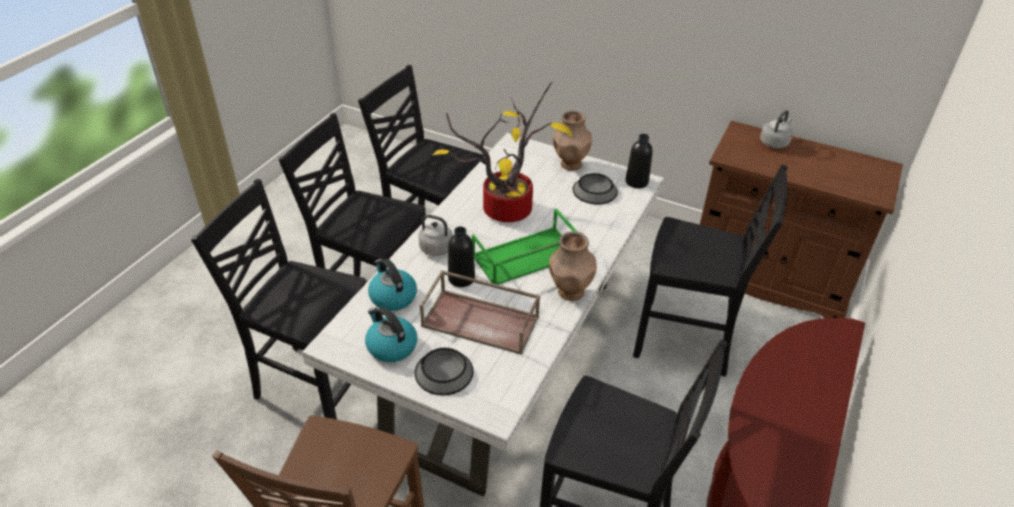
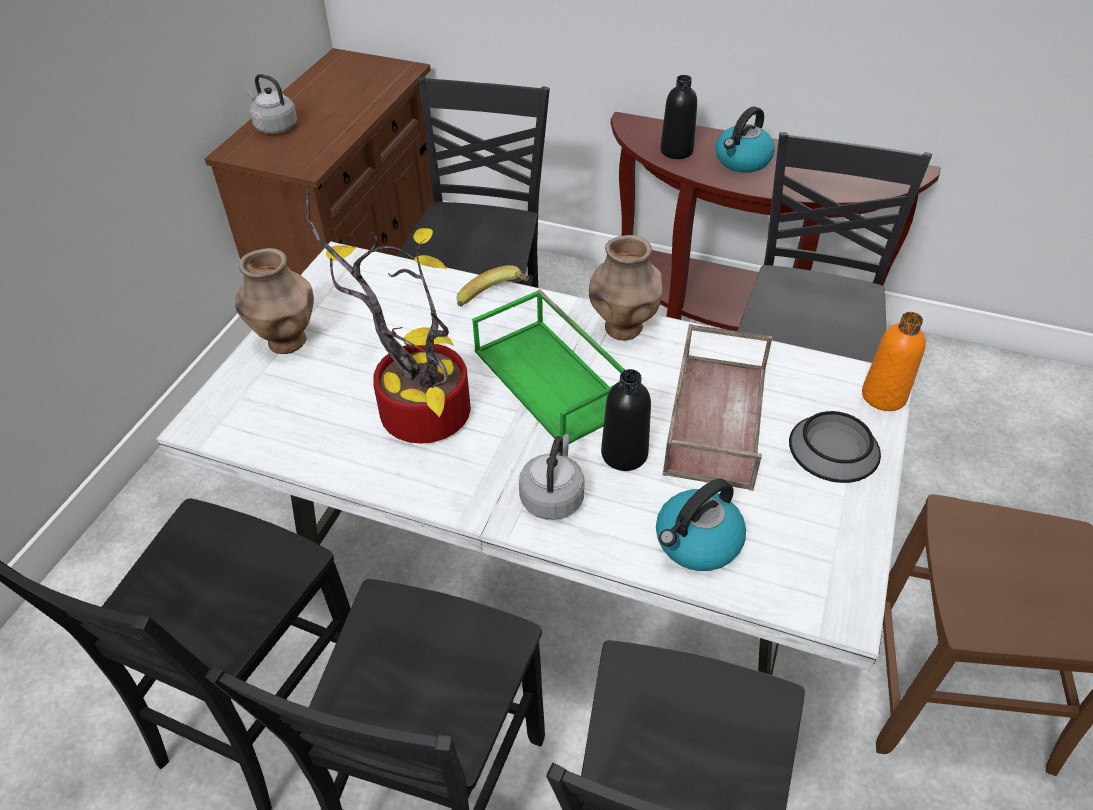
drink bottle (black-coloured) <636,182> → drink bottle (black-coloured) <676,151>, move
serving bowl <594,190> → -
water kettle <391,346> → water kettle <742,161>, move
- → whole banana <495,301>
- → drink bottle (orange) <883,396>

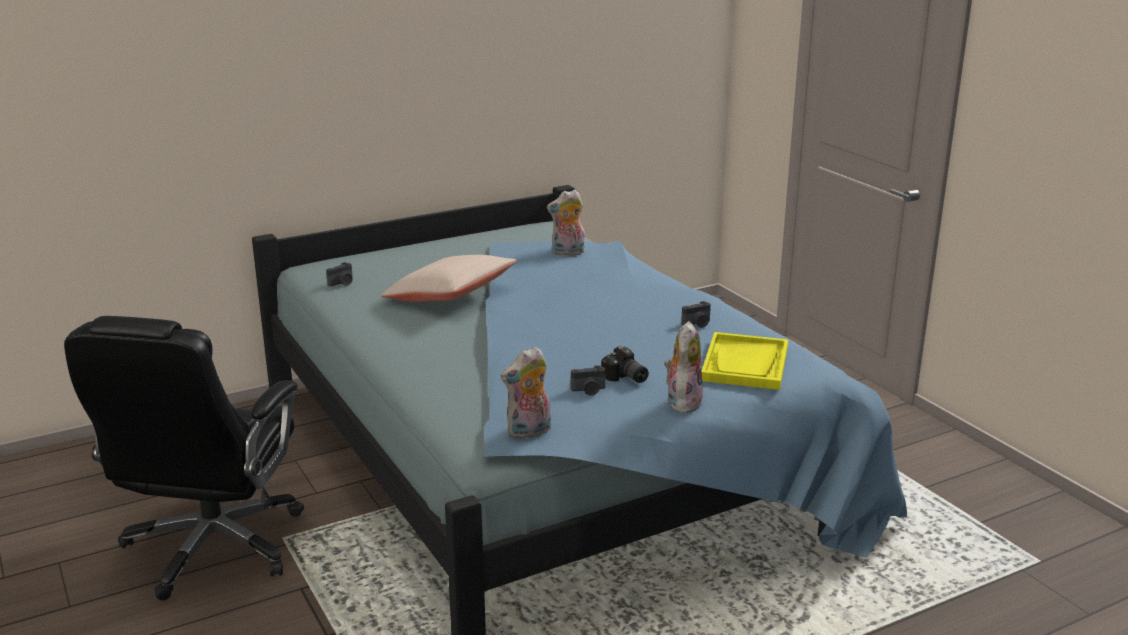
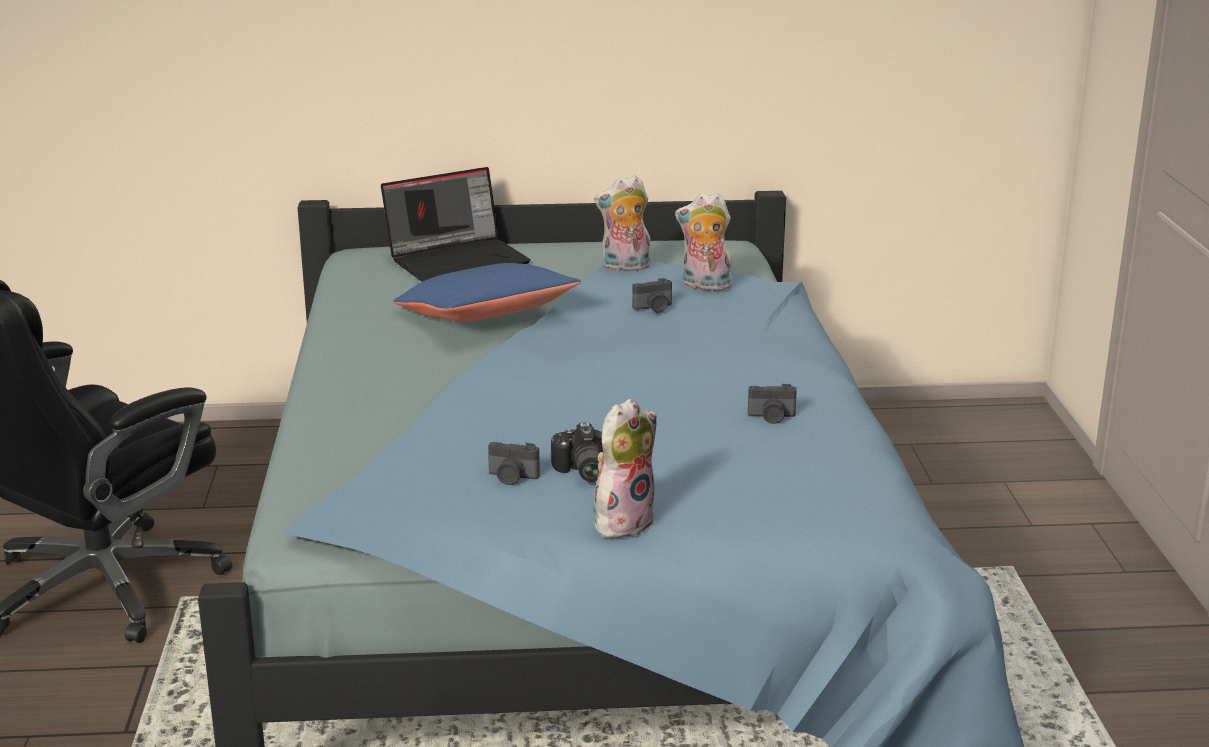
pillow (beige) <450,297> → pillow (bluish) <486,319>
photo camera <342,283> → photo camera <654,308>, move
carrying tray (yellowish) <745,364> → -
cuddly toy <529,432> → cuddly toy <625,267>, move
- → portable computer <458,259>

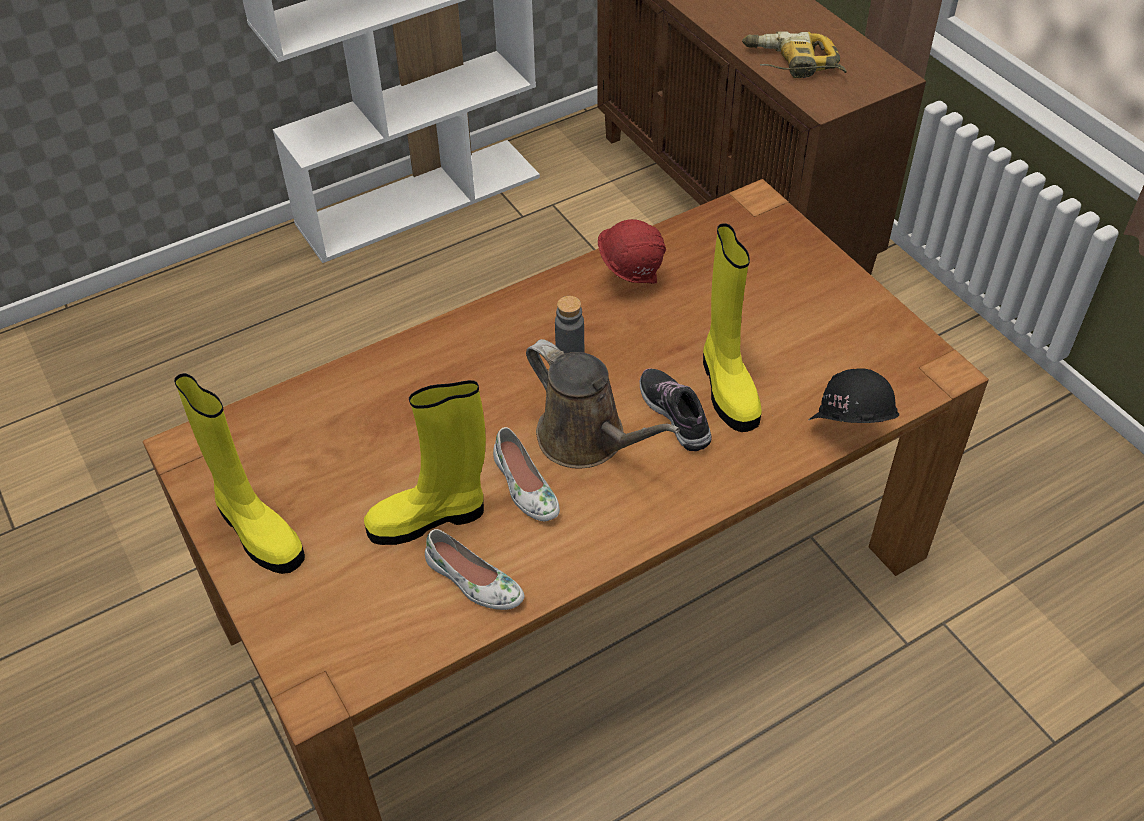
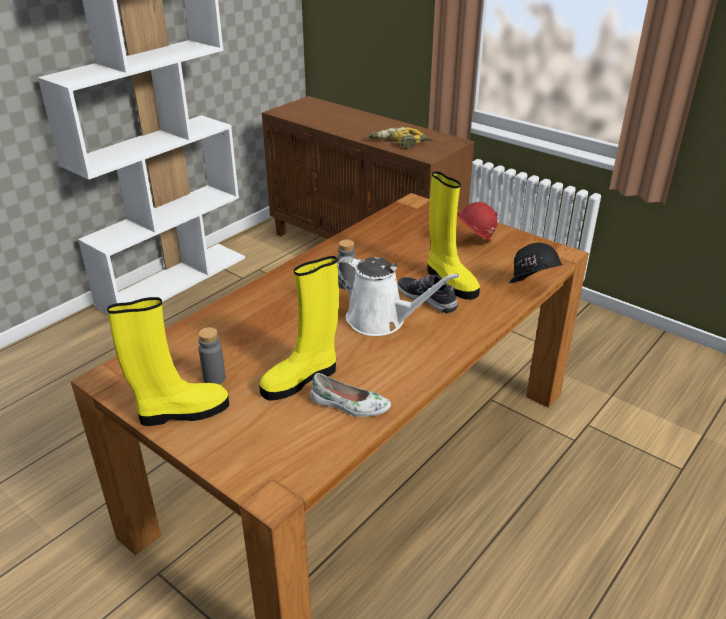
work helmet (reddish) <630,278> → work helmet (reddish) <474,243>, move
watering can (brownish) <587,439> → watering can (whitish) <381,320>
high-top boot (yellowish) <257,531> → high-top boot (yellowish) <181,412>, 45 degrees counterclockwise
item of footwear (whitish) <524,487> → -
- → drink bottle (grey) <214,378>

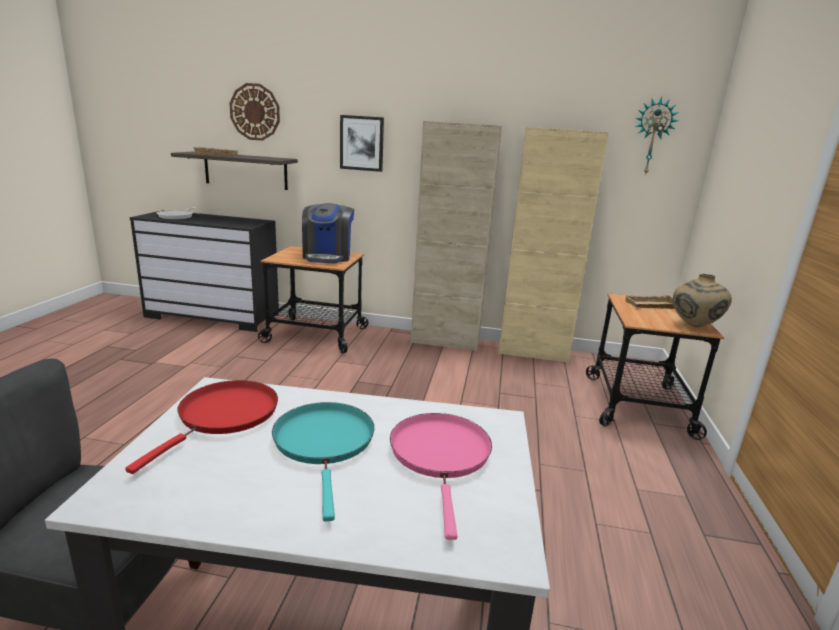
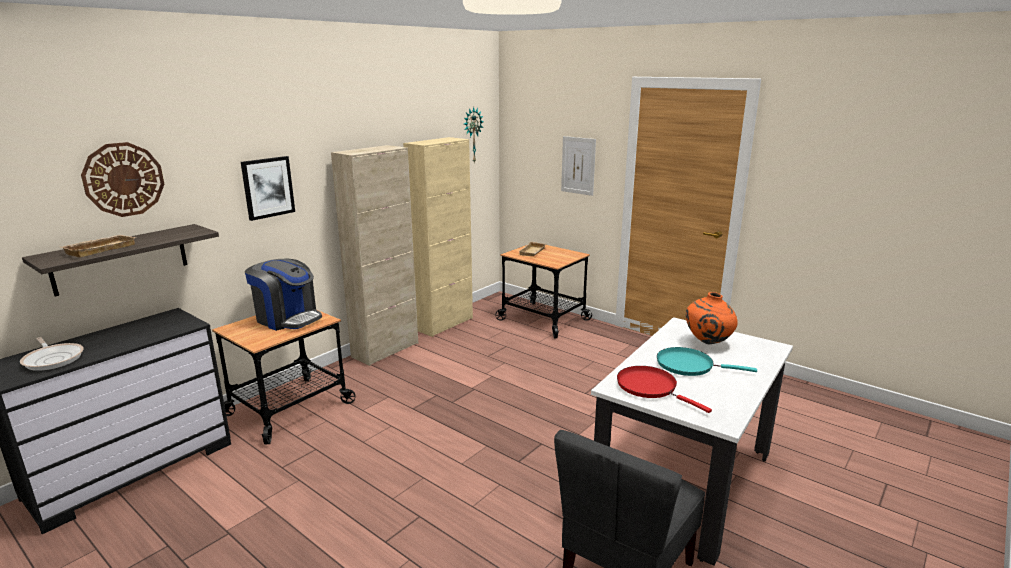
decorative vase (beige) <693,326> → -
frying pan (pinkish) <441,455> → decorative vase (orange) <708,343>
- → wall art <578,165>

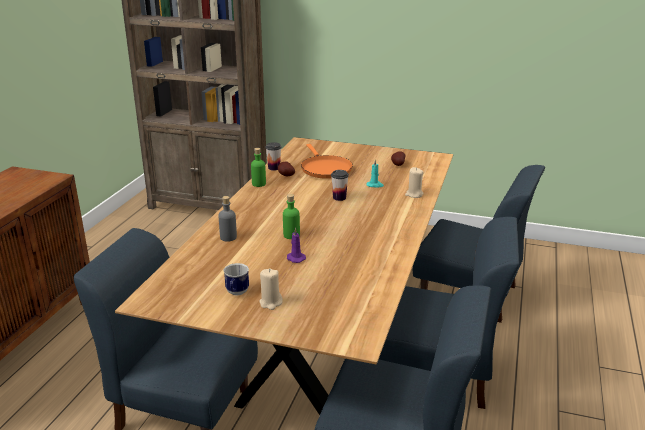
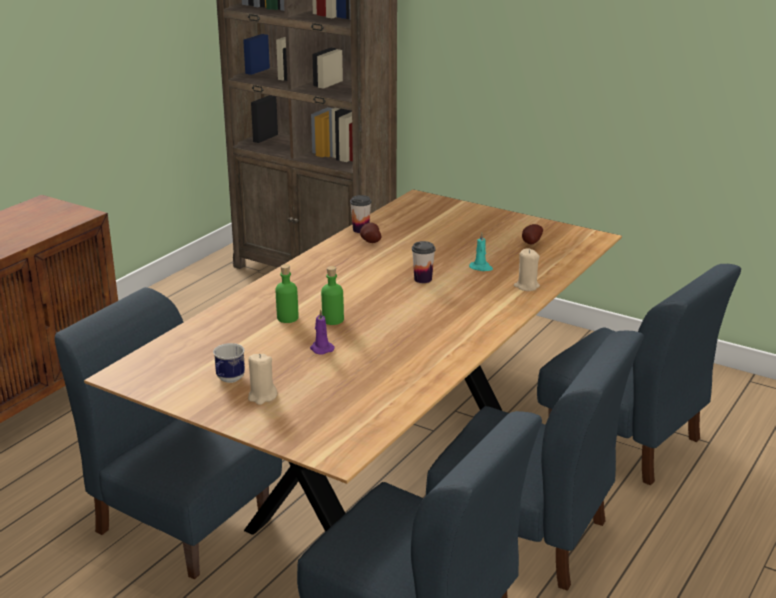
frying pan (orange) <325,169> → -
drink bottle (green-coloured) <259,184> → drink bottle (green-coloured) <287,318>, move
drink bottle (grey) <228,237> → -

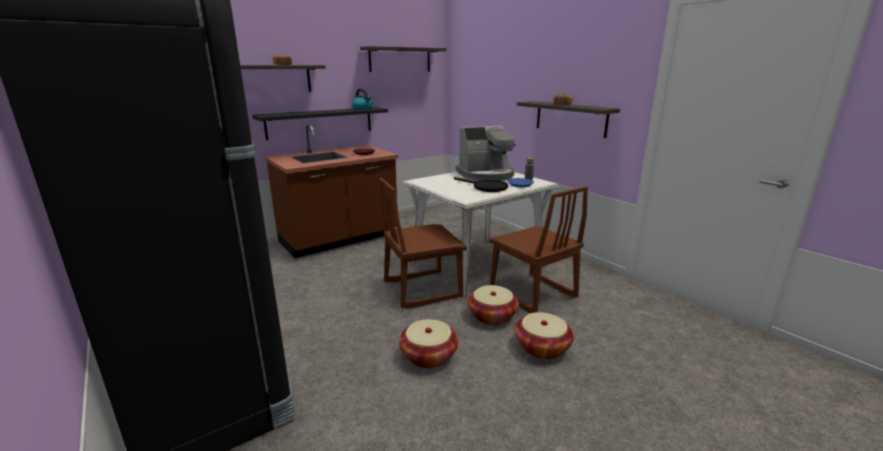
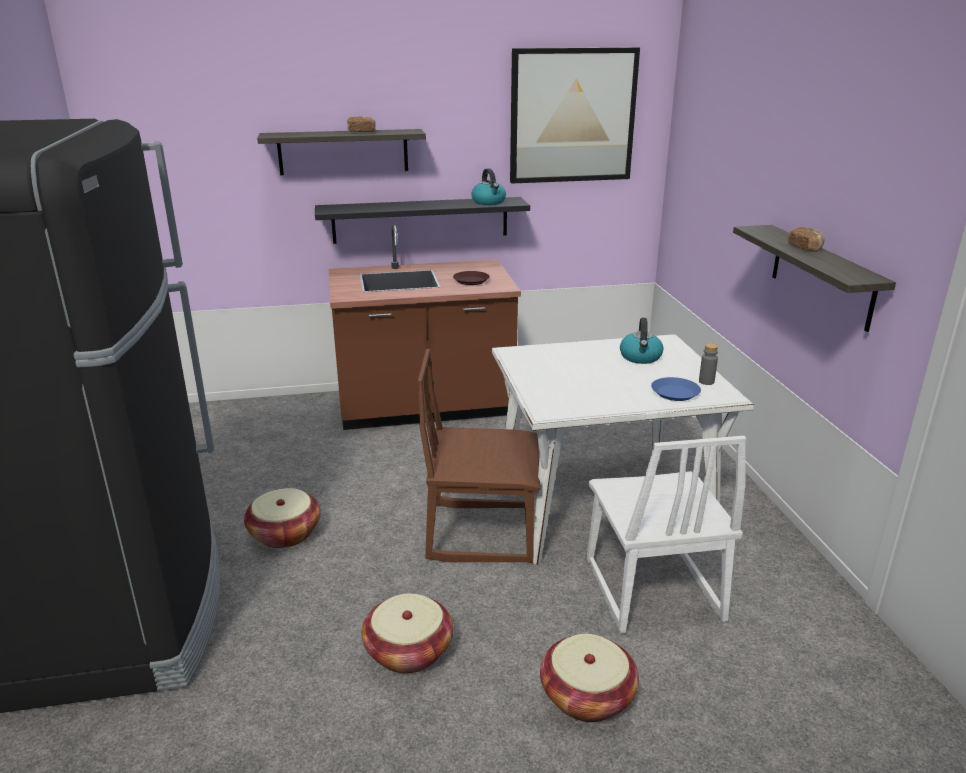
bracket shelf <400,59> → wall art <572,116>
coffee maker <486,175> → water kettle <640,357>
frying pan (black-coloured) <485,187> → -
chair (brownish) <532,294> → chair (whitish) <651,591>
storage basket <492,316> → storage basket <285,534>, move

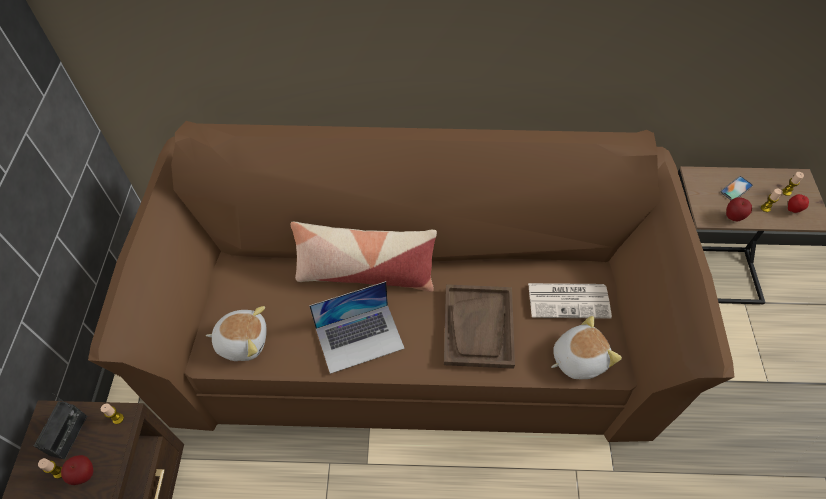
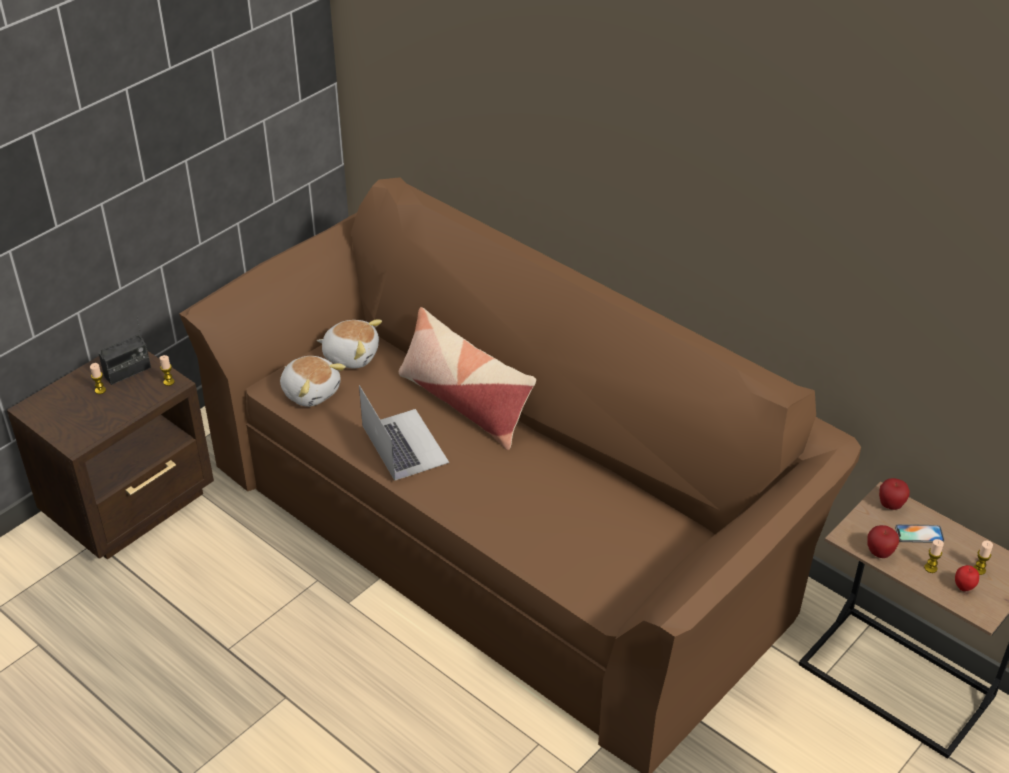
portable computer <360,338> → portable computer <404,444>, 135 degrees counterclockwise
daily paper <569,300> → -
carrying tray (brownish) <478,327> → -
cuddly toy <577,358> → cuddly toy <351,355>, move
apple <84,474> → apple <890,505>, move

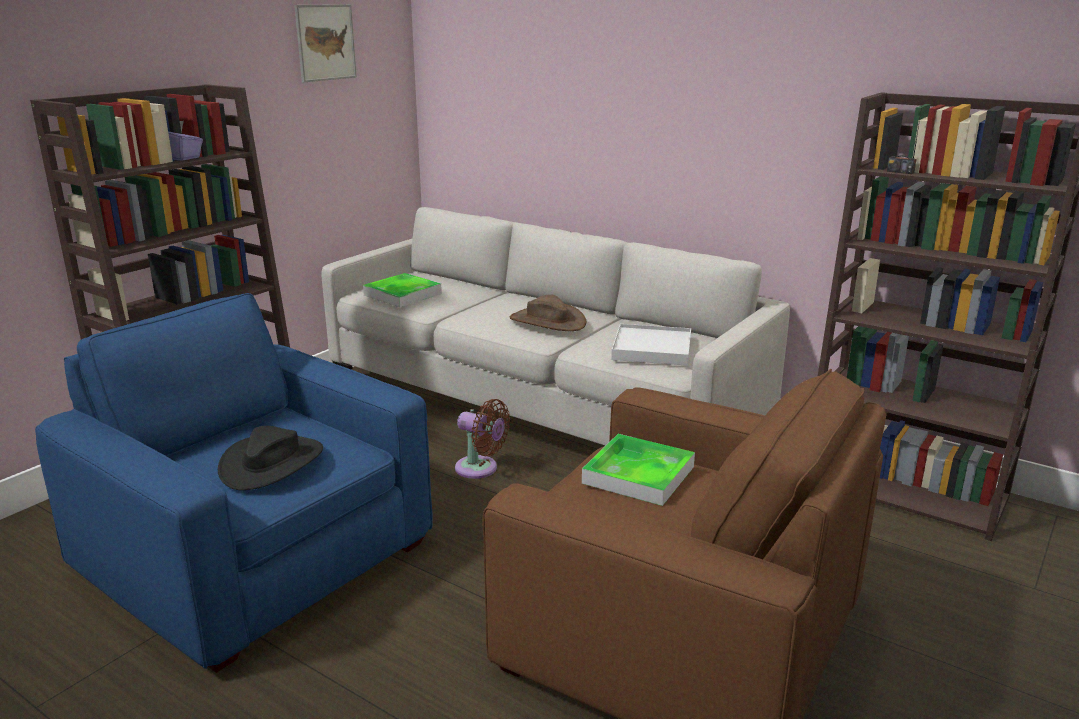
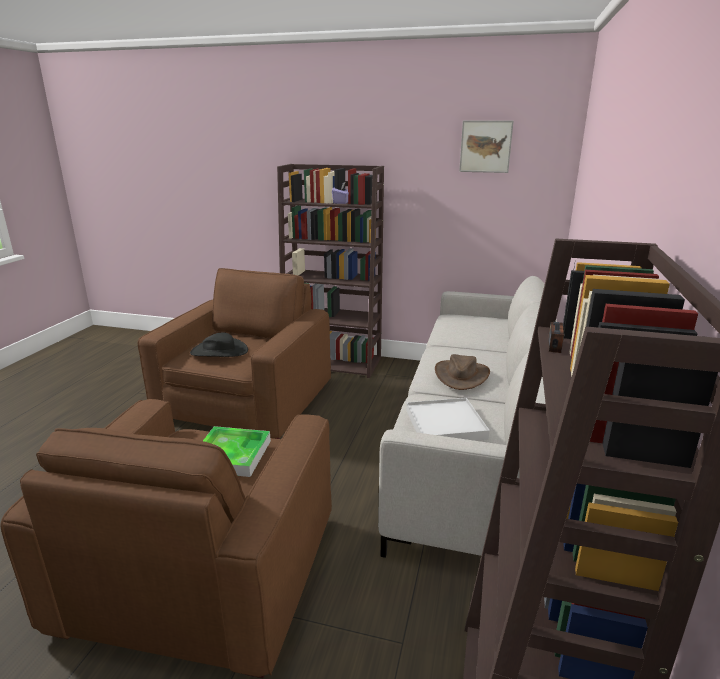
carrying tray <402,294> → -
lounge chair (bluish) <257,557> → lounge chair (brownish) <246,402>
cooling fan (brownish) <480,469> → -

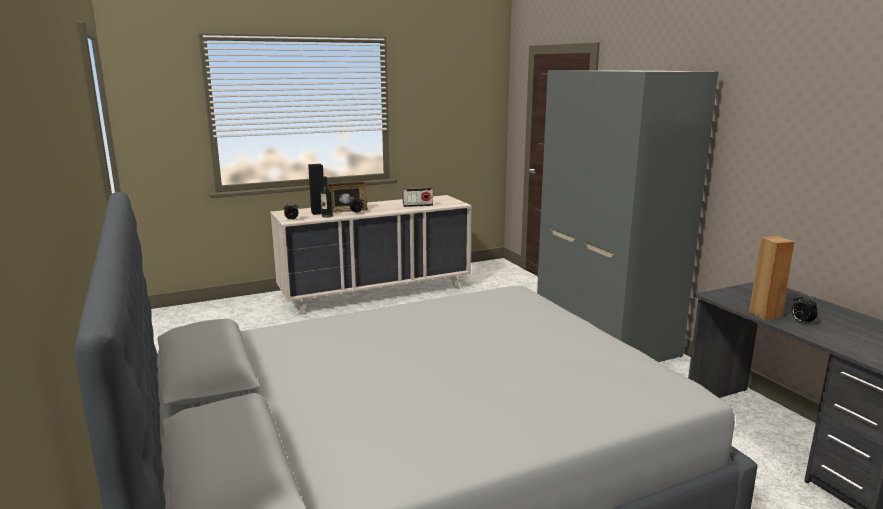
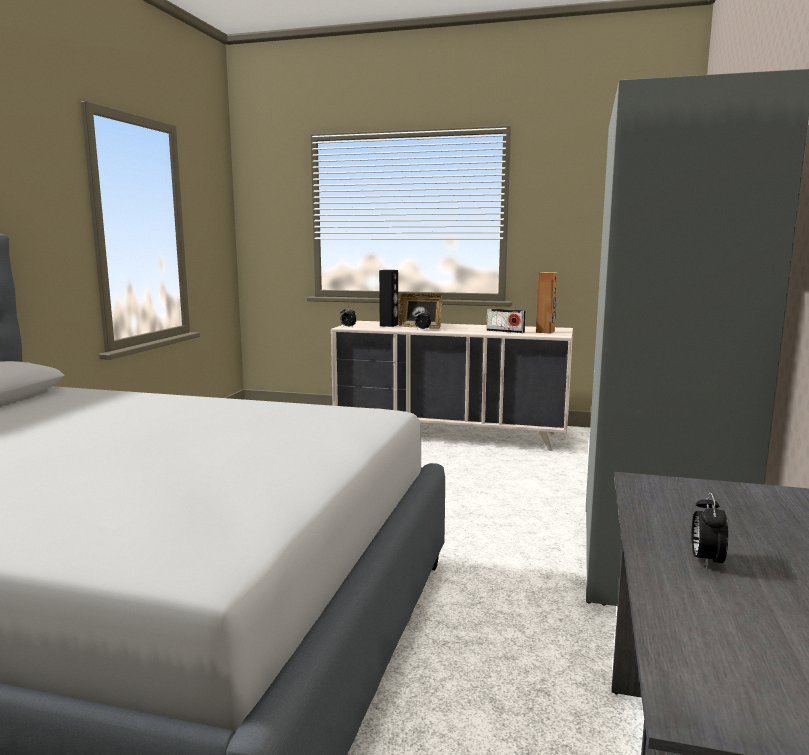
drink bottle <327,216> → -
loudspeaker (brownish) <765,314> → loudspeaker (brownish) <545,332>, move

